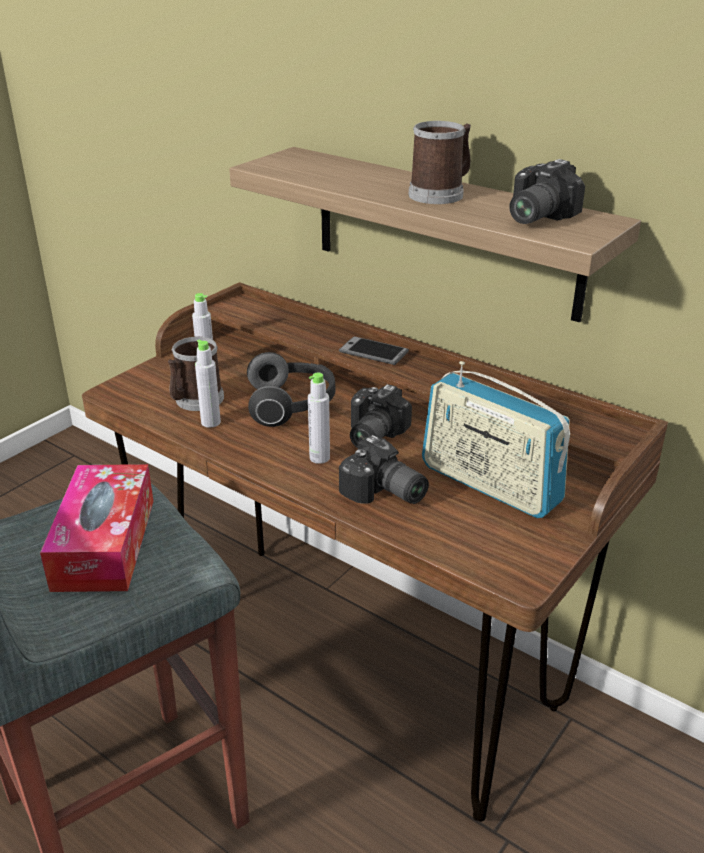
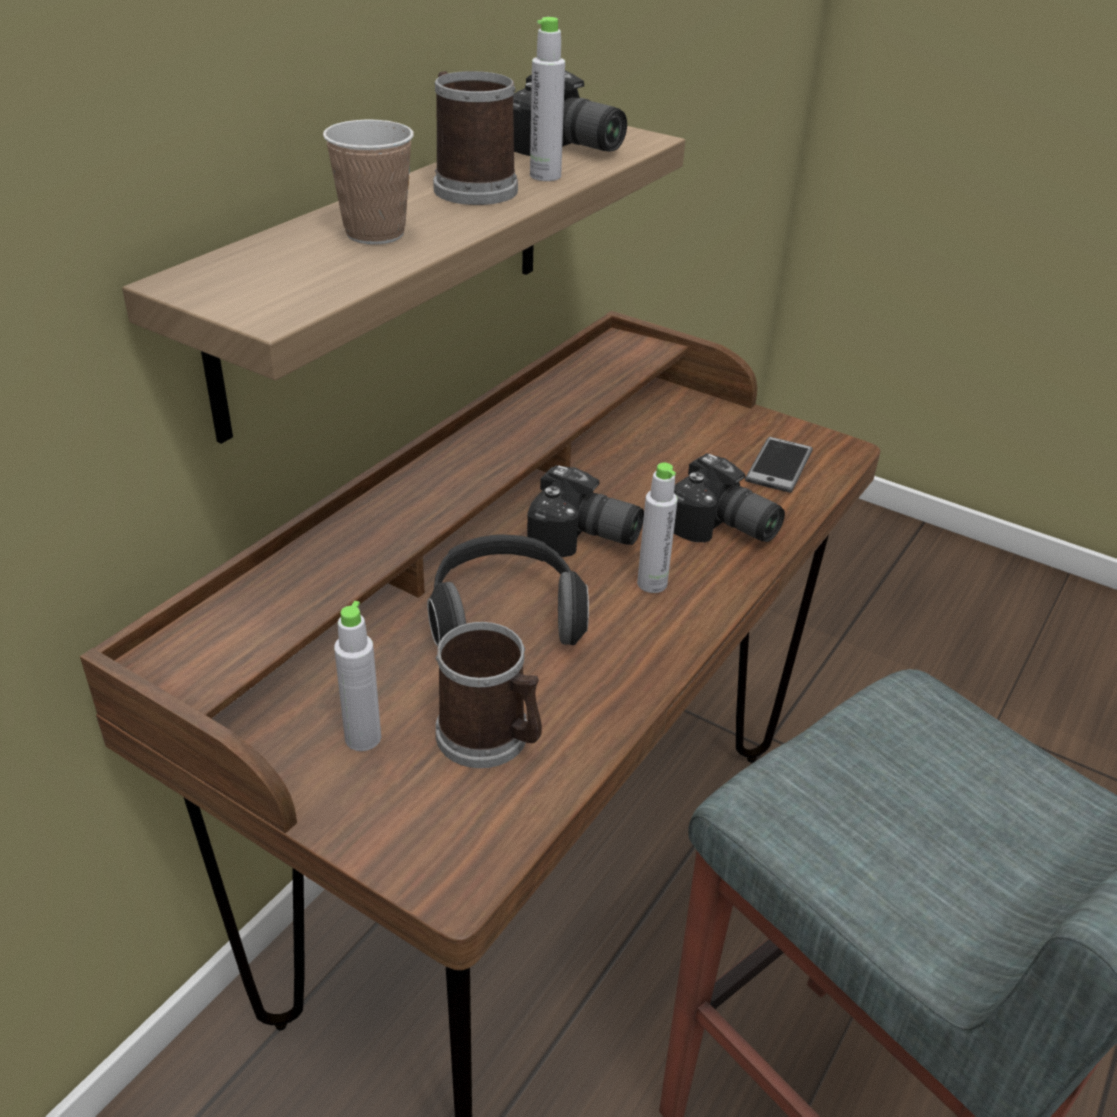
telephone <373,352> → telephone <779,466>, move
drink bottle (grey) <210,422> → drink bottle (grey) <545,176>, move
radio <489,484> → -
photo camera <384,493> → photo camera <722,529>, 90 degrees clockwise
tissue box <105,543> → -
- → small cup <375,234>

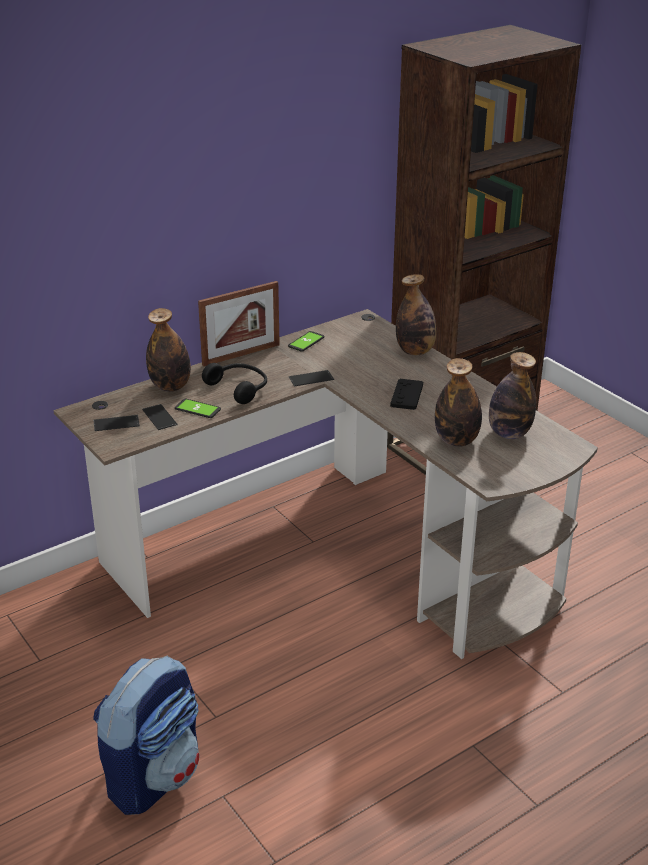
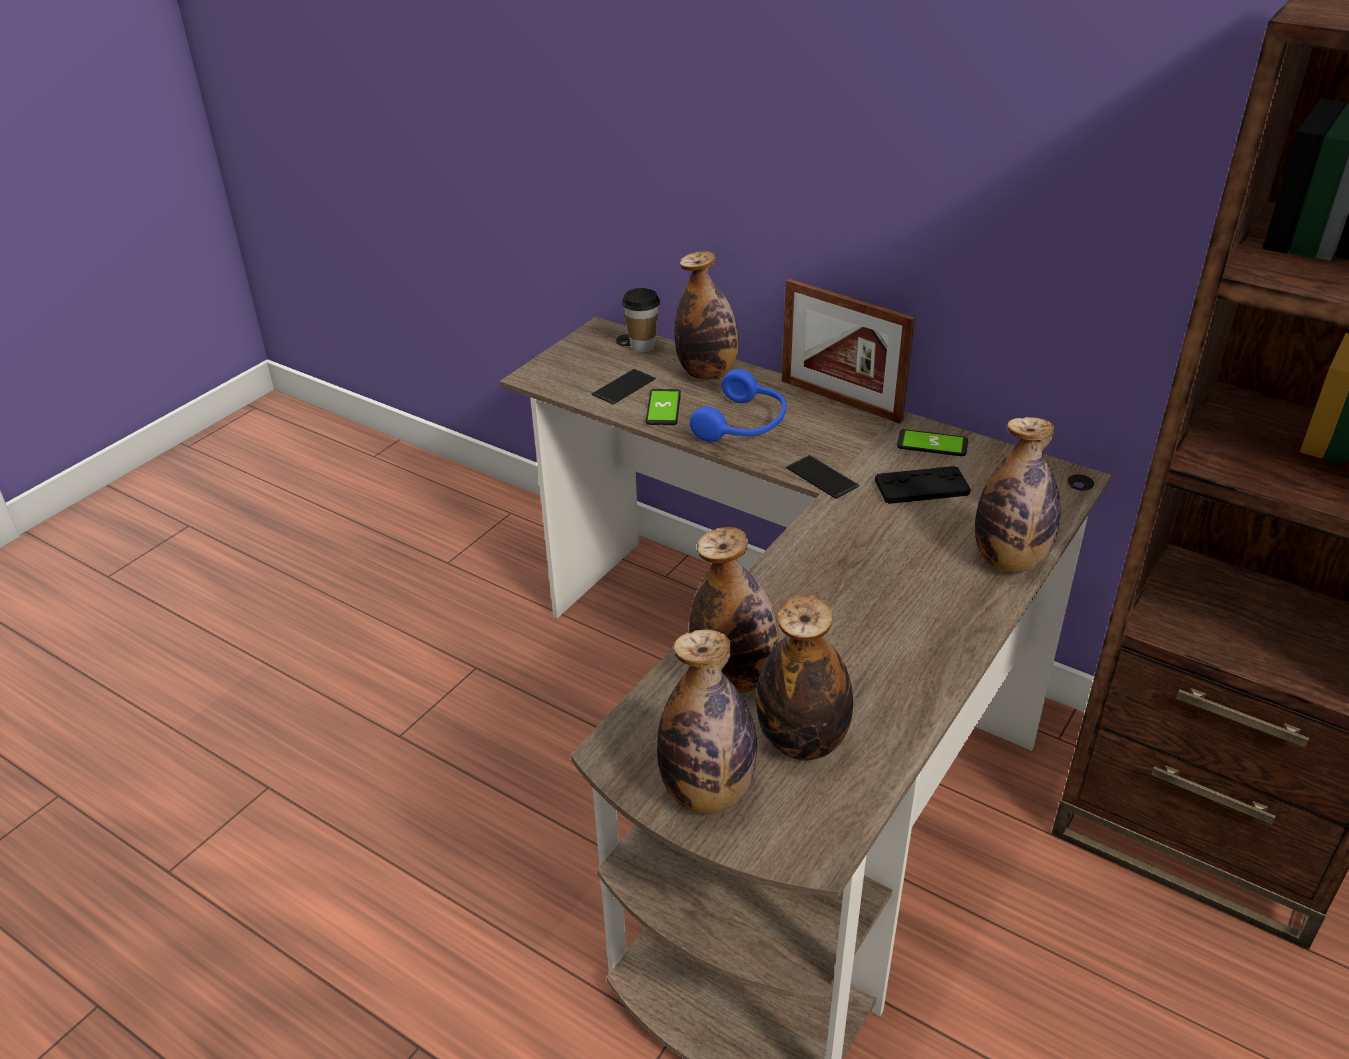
pair of headphones (black-coloured) <239,388> → pair of headphones (bluish) <744,424>
gamepad (black-coloured) <407,395> → gamepad (black-coloured) <921,487>, move
telephone <116,423> → -
backpack <154,775> → -
- → small cup <642,346>
- → drink bottle <707,792>

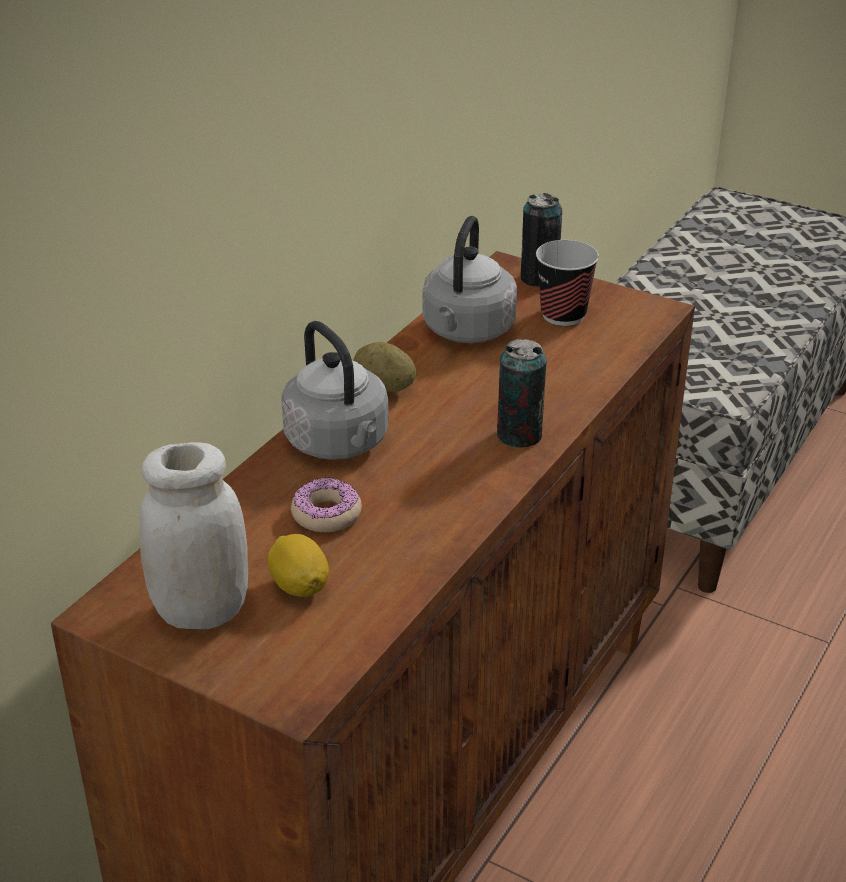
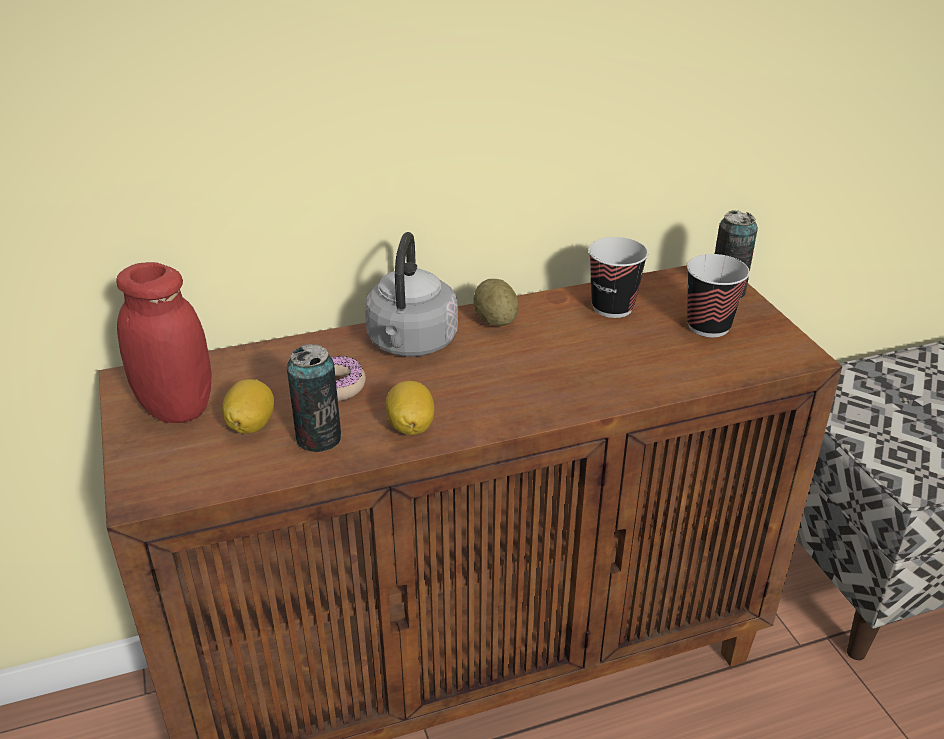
water kettle (grey) <467,332> → small cup <612,307>
sealed can <519,435> → sealed can <318,438>, move
jar (whitish) <201,611> → jar (reddish) <176,408>
- → citrus fruit <411,426>

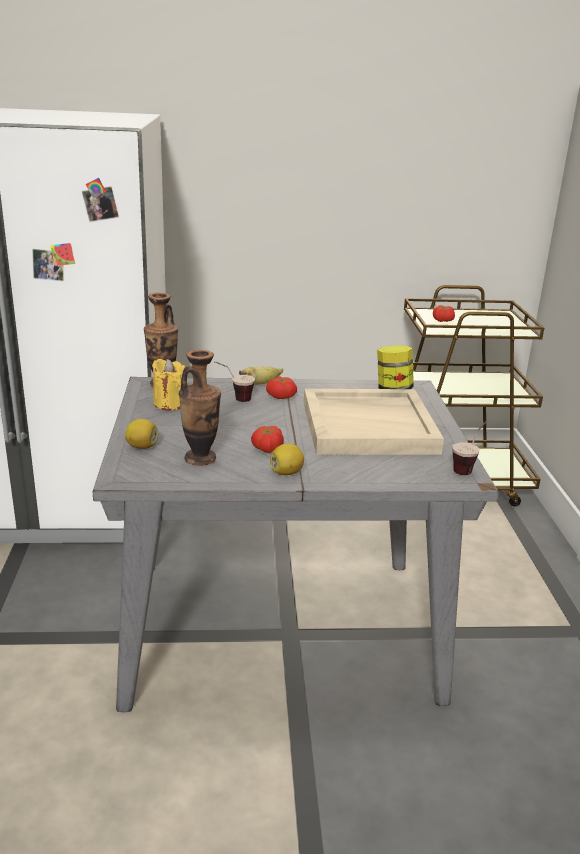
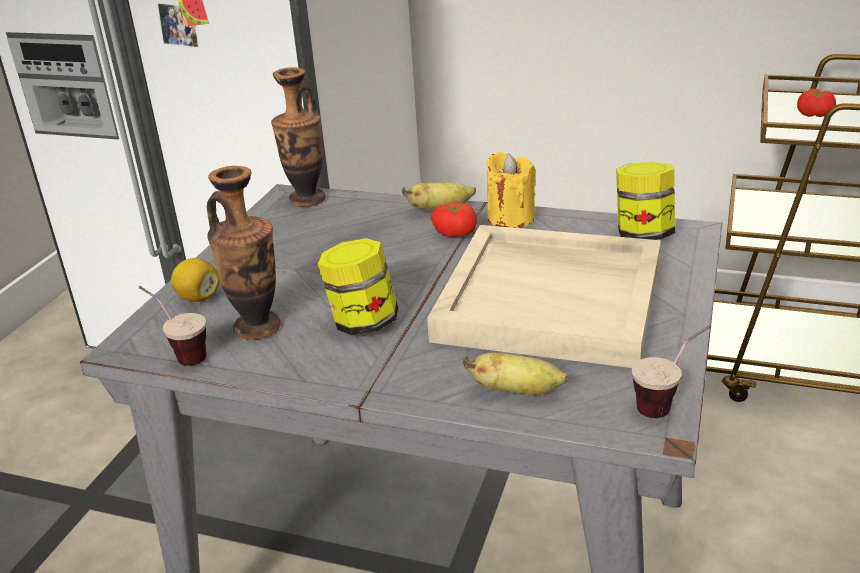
wax candle (yellowish) <170,404> → wax candle (yellowish) <510,218>, move
small cup <234,398> → small cup <180,354>, move
whole tomato <267,449> → jar <363,323>
citrus fruit <286,472> → -
- → whole banana <517,391>

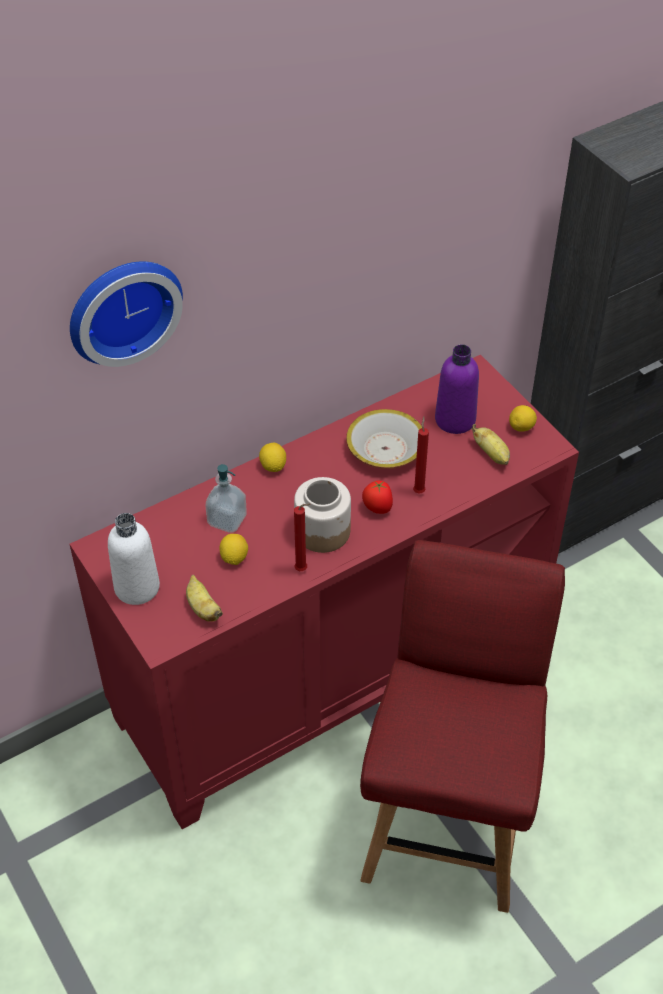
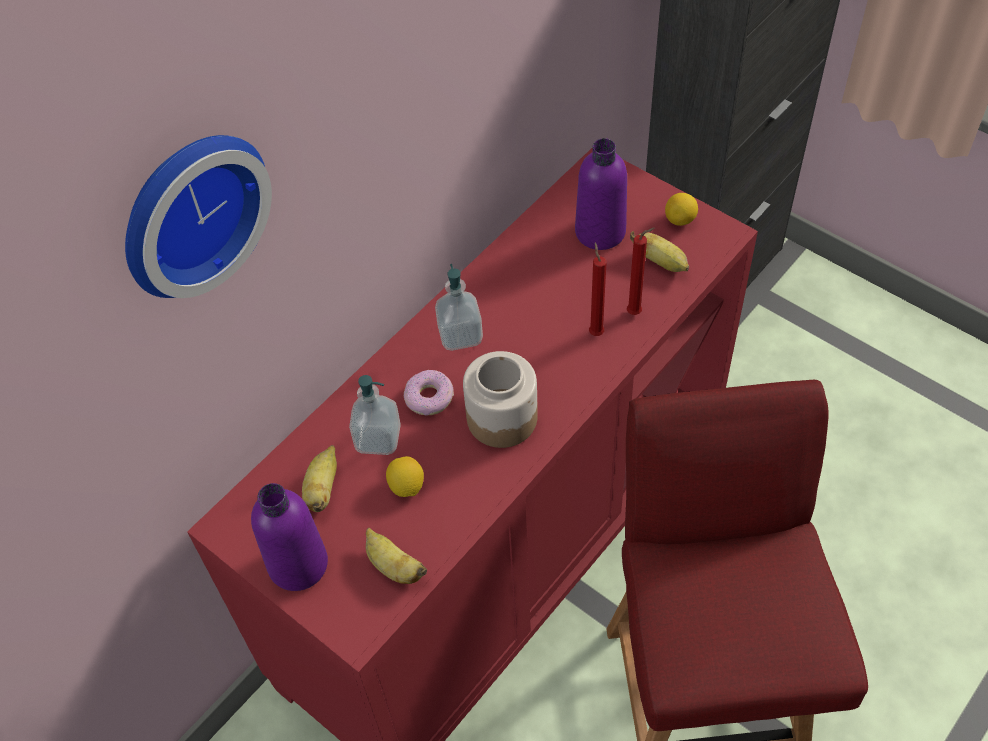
serving bowl <385,449> → -
citrus fruit <273,466> → -
whole tomato <377,508> → -
wax candle (reddish) <303,570> → wax candle (reddish) <636,312>, move
drink bottle (whitish) <137,587> → drink bottle (purple-coloured) <298,564>
- → soap dispenser <460,335>
- → ring doughnut <429,398>
- → whole banana <322,489>

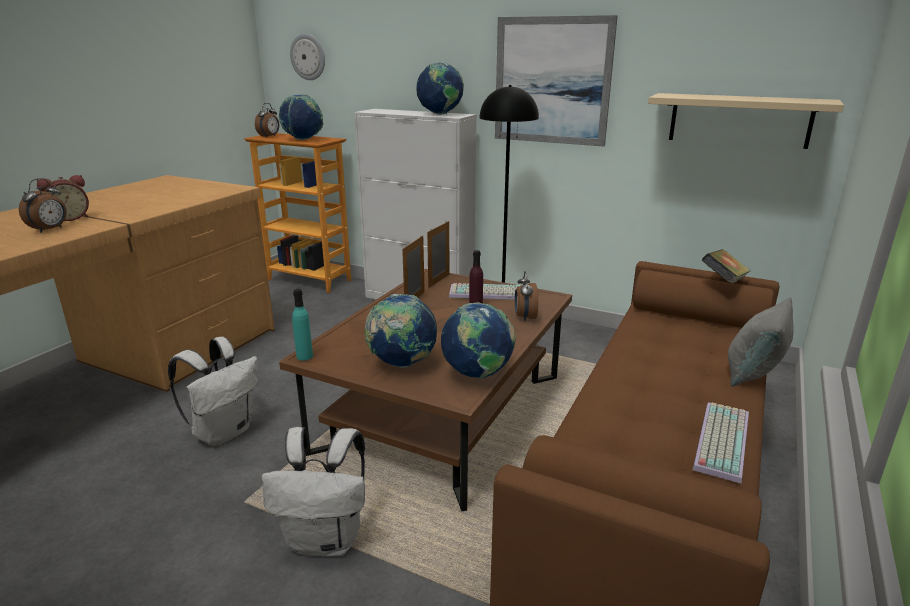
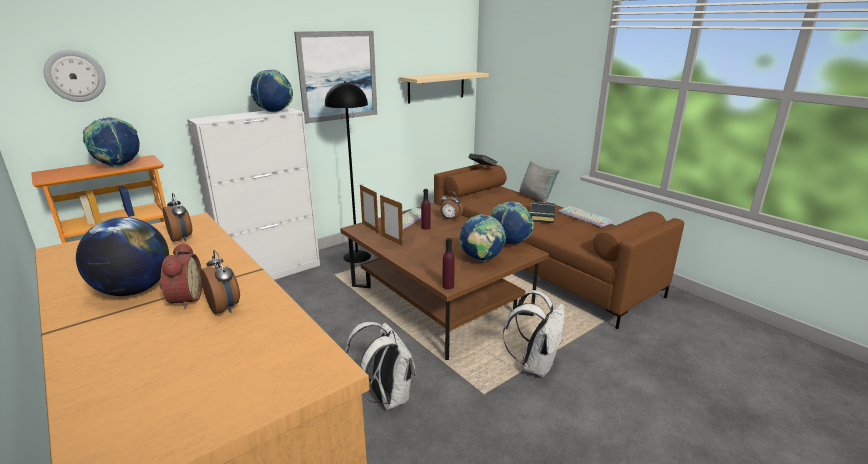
table clock <269,137> → table clock <182,238>, move
drink bottle (turquoise) <304,356> → drink bottle (purple-coloured) <448,286>
- → volume (black-coloured) <541,215>
- → desk globe <134,290>

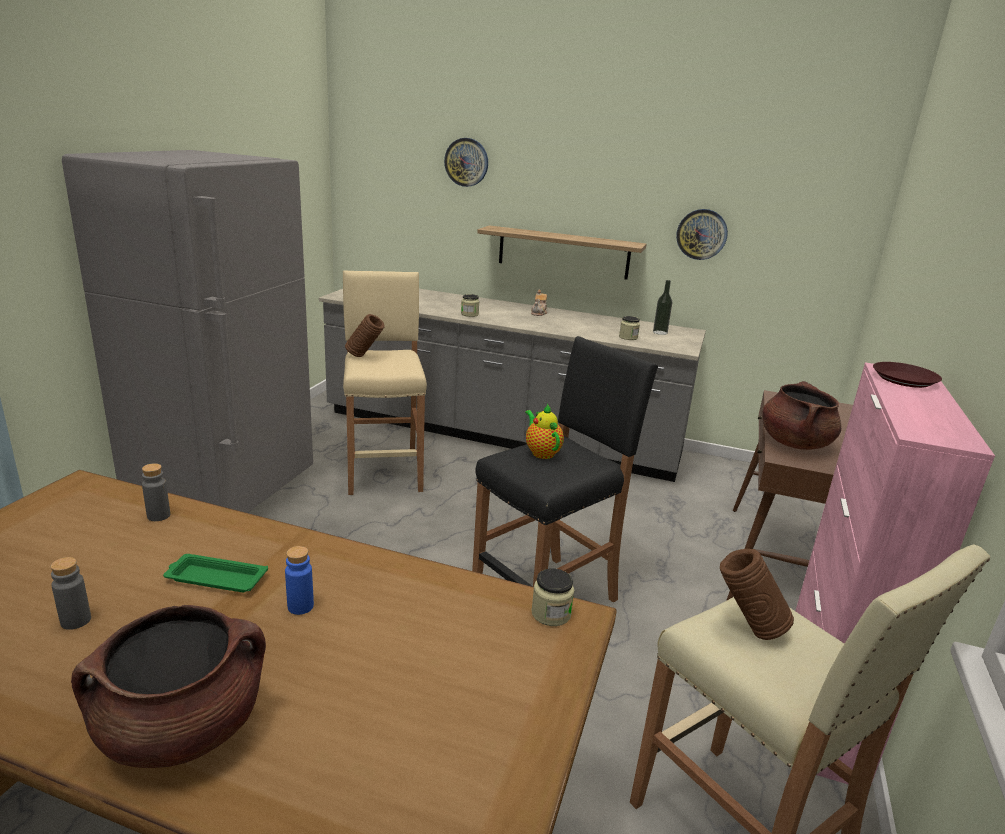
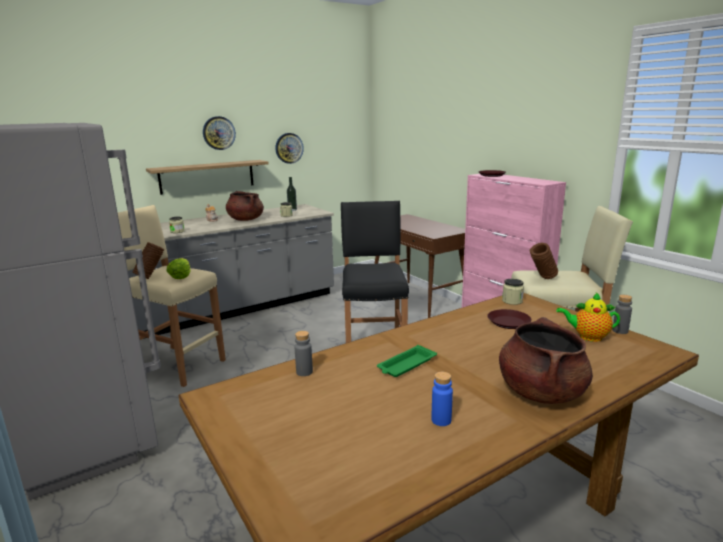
hanging clock <466,162> → hanging clock <219,133>, move
saucepot (brownish) <795,443> → saucepot (brownish) <245,220>, move
teapot <541,452> → teapot <588,337>, move
drink bottle (bluish) <300,606> → drink bottle (bluish) <441,420>, move
drink bottle (grey) <76,620> → drink bottle (grey) <620,331>, move
- → lettuce <180,276>
- → plate (brownish) <509,322>

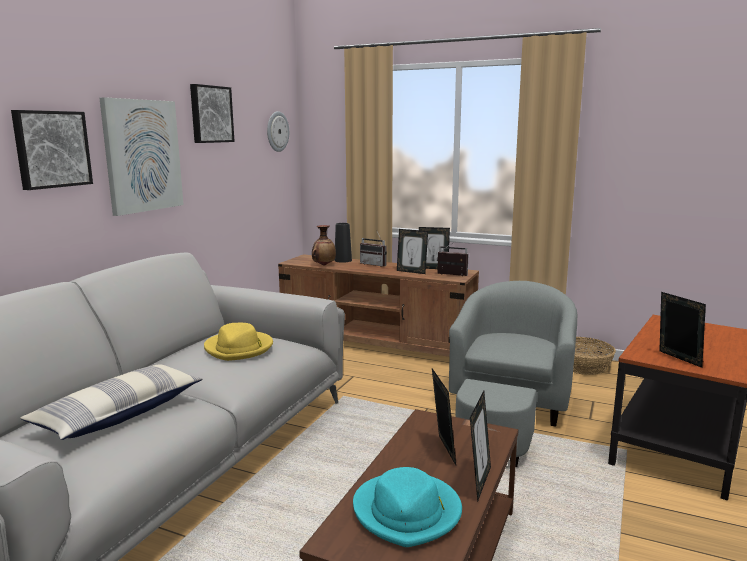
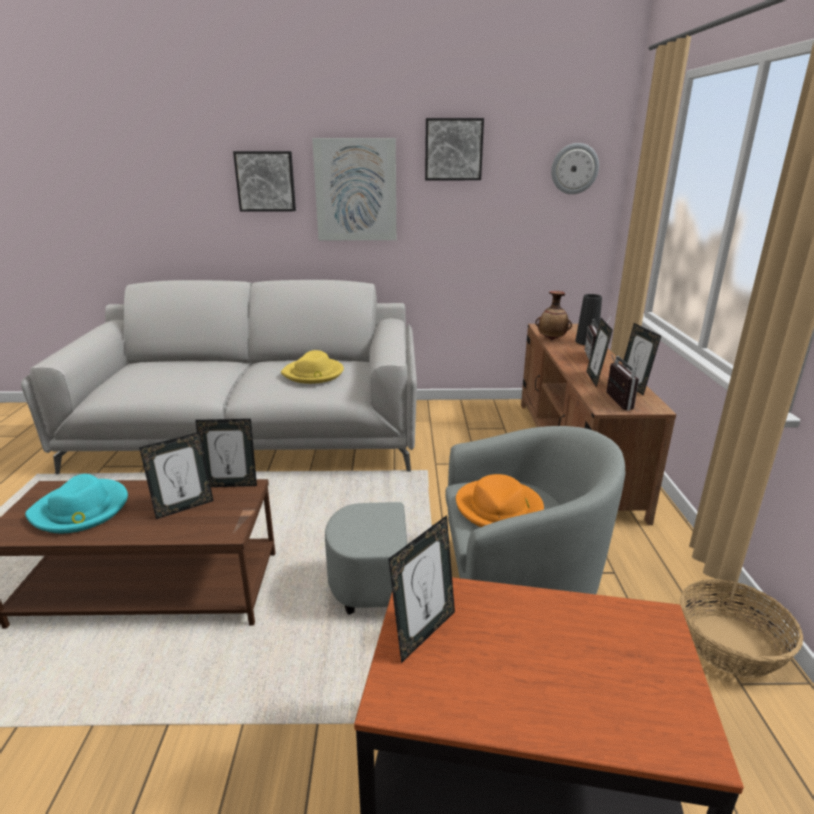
pillow <120,414> → -
picture frame <479,482> → picture frame <231,484>, move
- → wearable hat (orange) <499,509>

